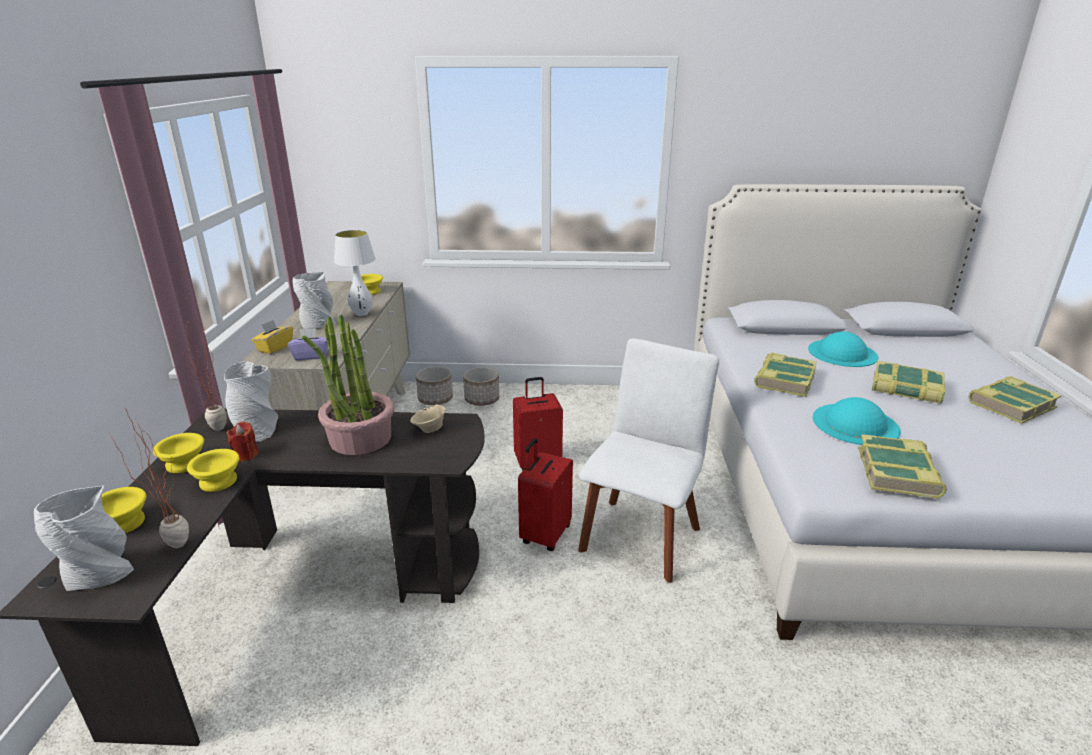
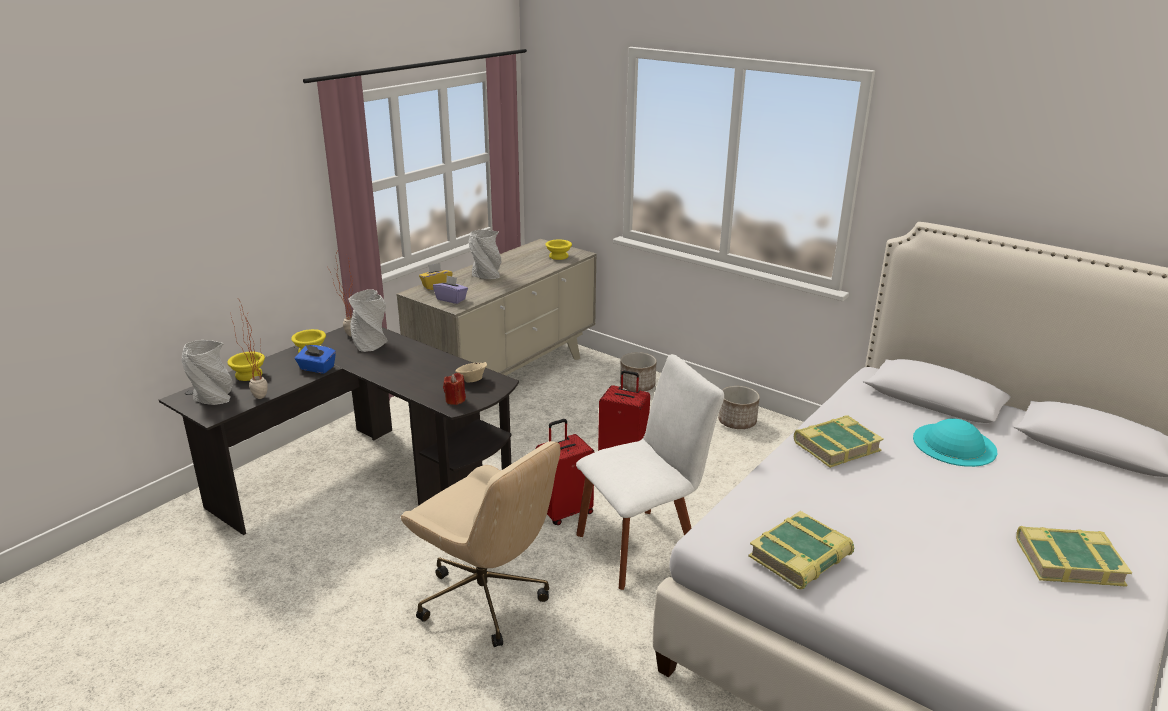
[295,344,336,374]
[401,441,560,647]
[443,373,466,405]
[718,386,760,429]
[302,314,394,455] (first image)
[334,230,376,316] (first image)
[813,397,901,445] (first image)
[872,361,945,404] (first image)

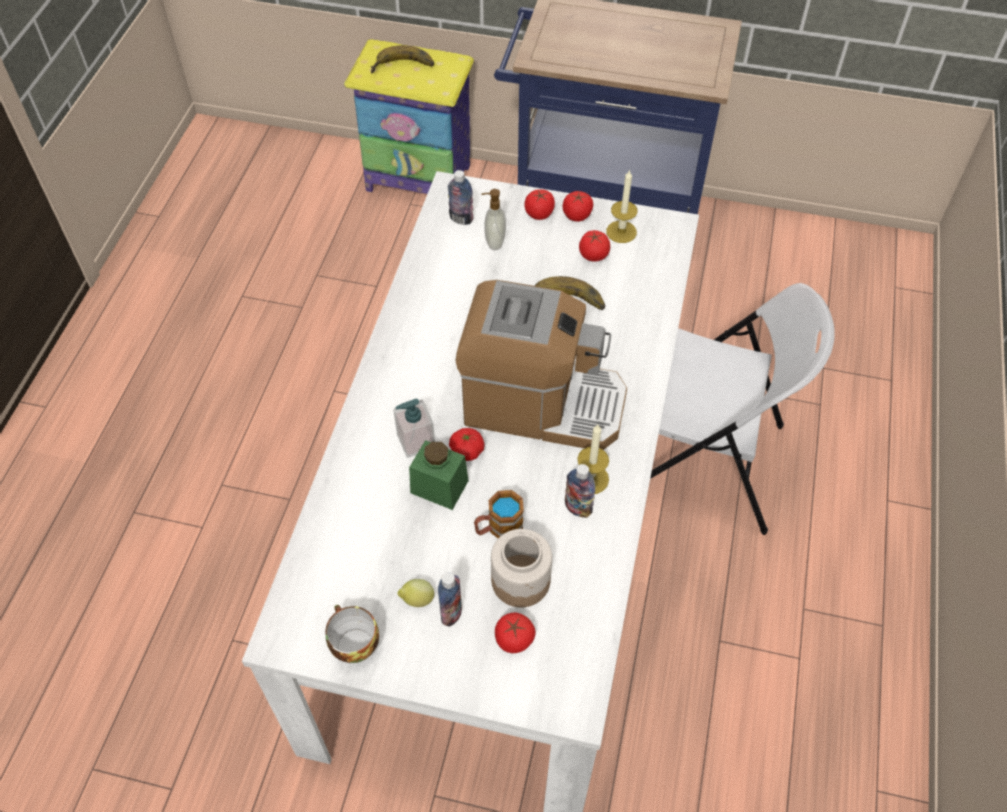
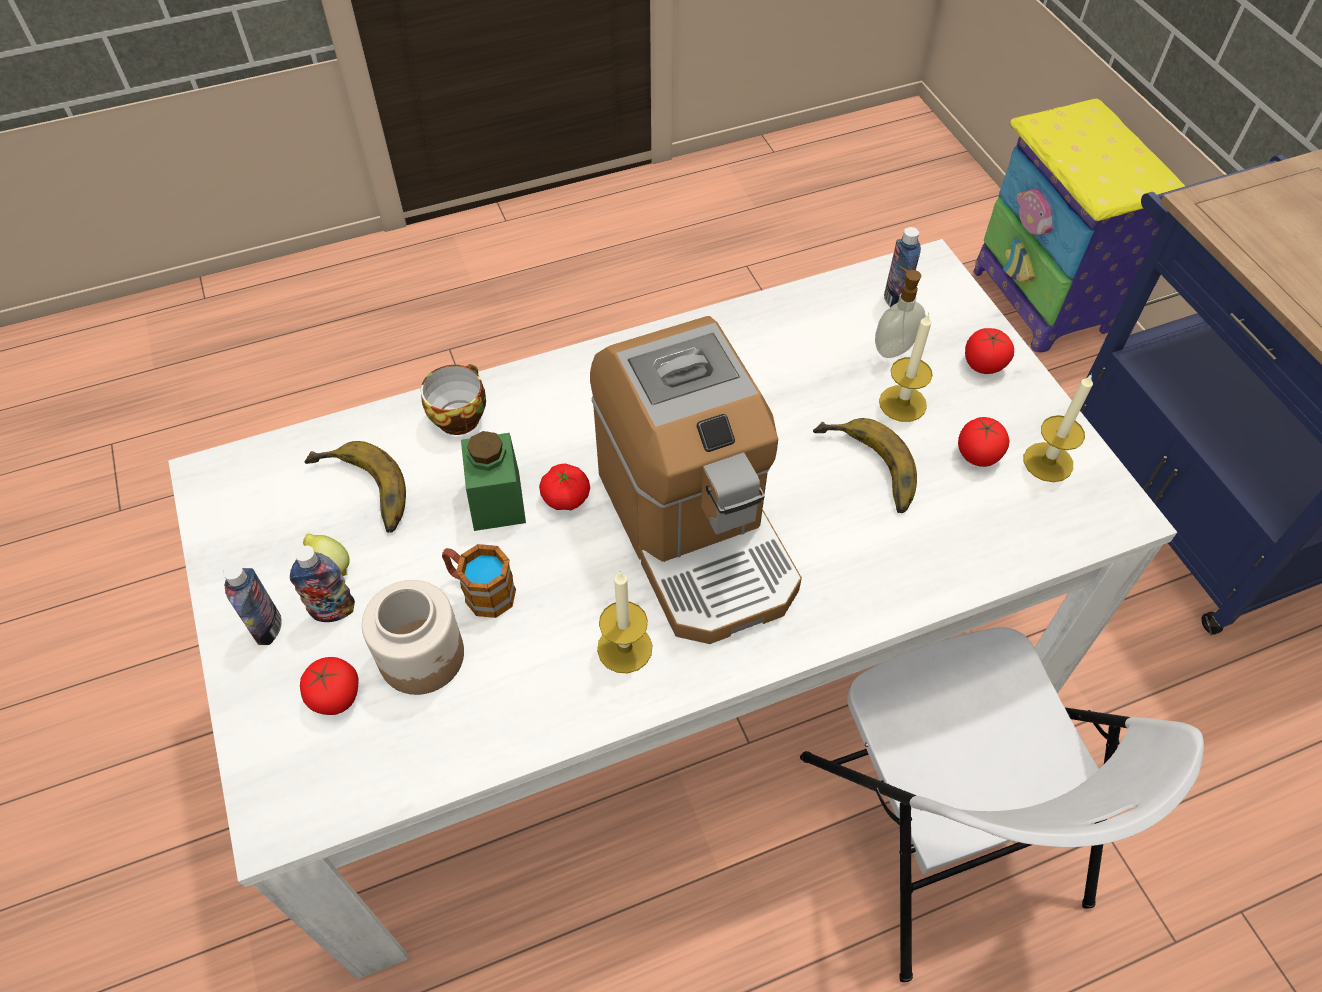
[223,563,282,645]
[305,441,406,533]
[421,364,486,435]
[879,313,933,422]
[393,399,435,458] (first image)
[563,191,593,222] (first image)

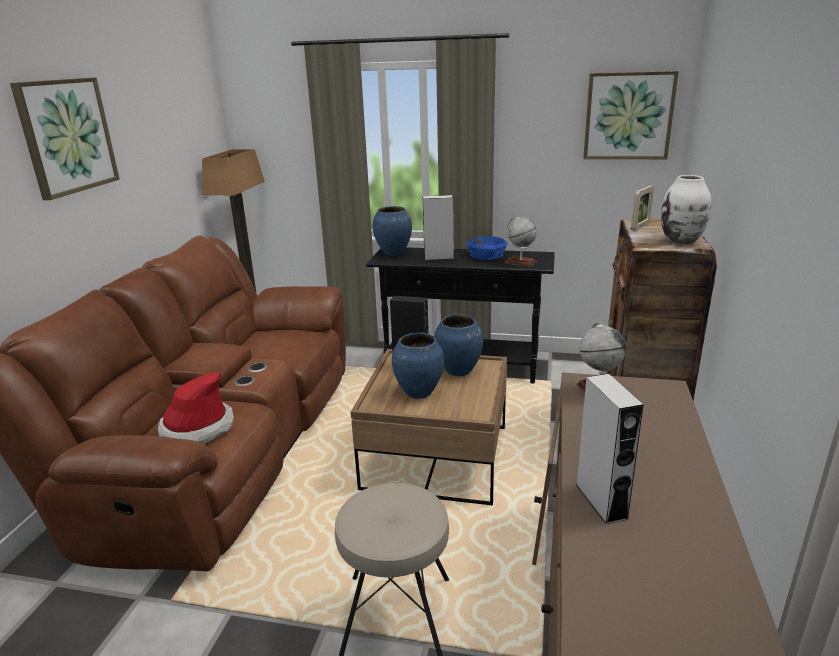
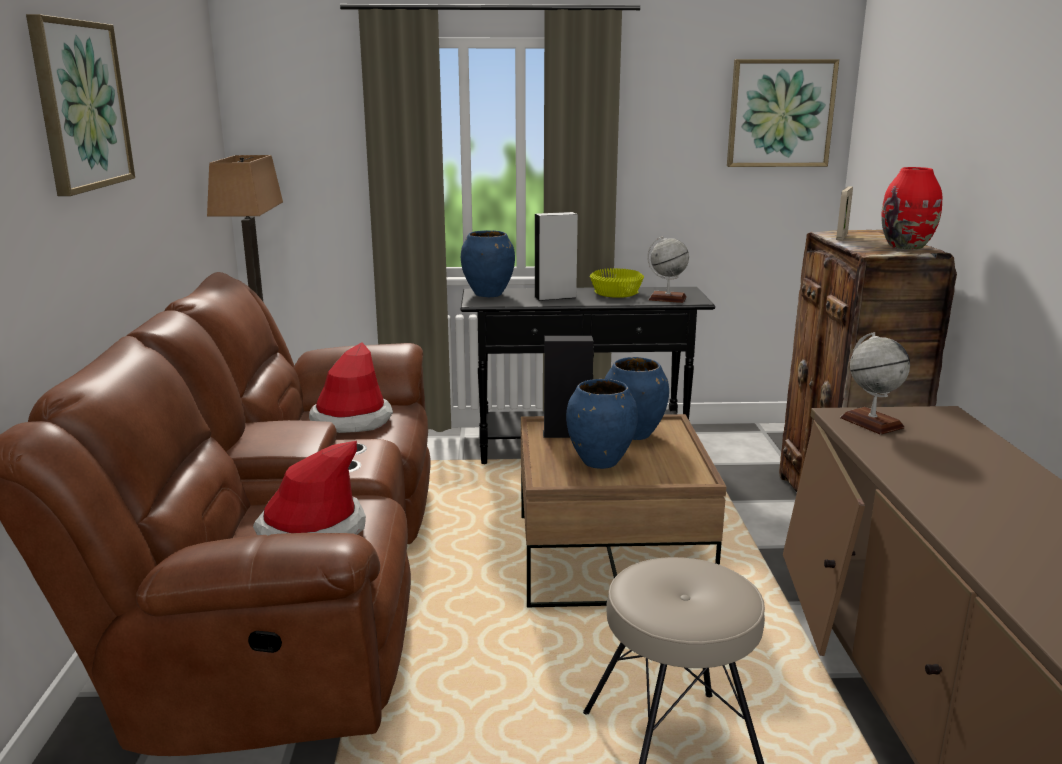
[309,342,393,433]
[590,268,644,298]
[881,167,942,250]
[576,374,644,524] (first image)

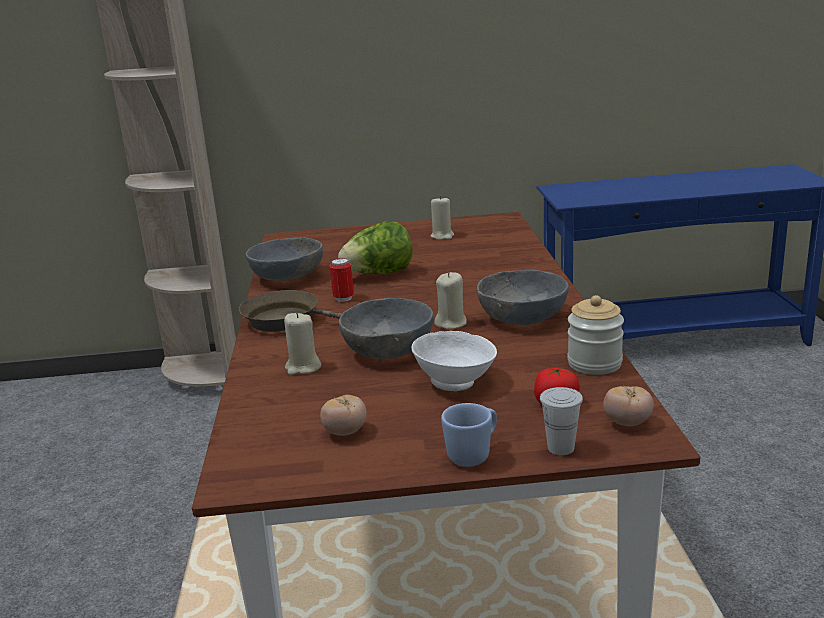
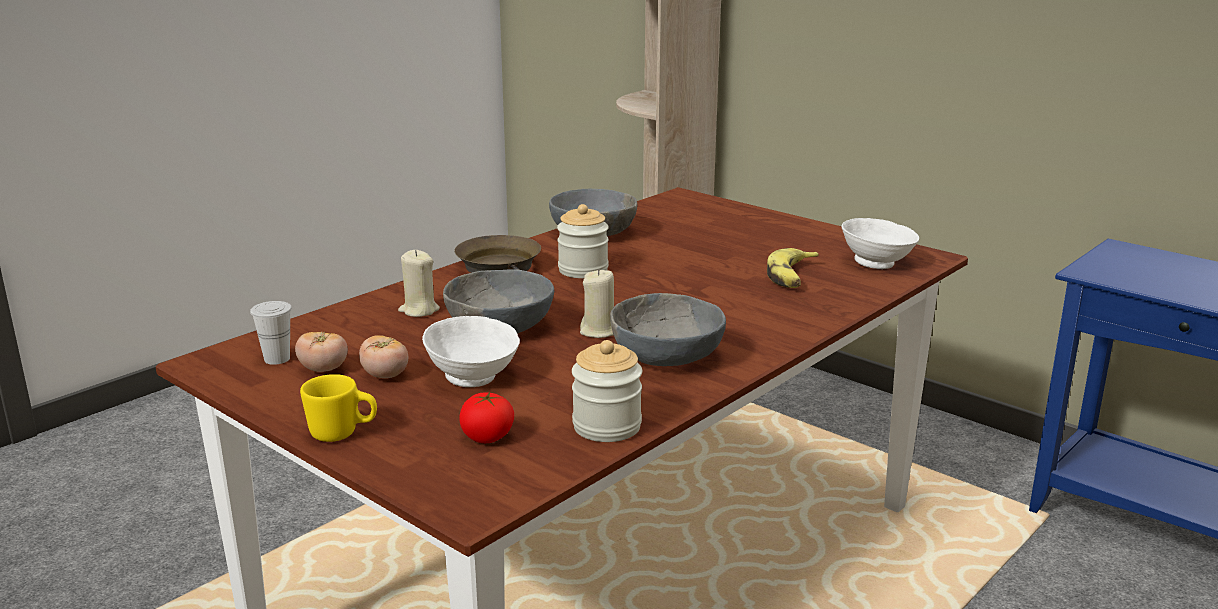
[250,301,292,365]
[300,374,377,442]
[359,335,408,378]
[557,204,609,278]
[767,248,819,288]
[842,218,919,269]
[338,221,413,274] (first image)
[431,196,454,240] (first image)

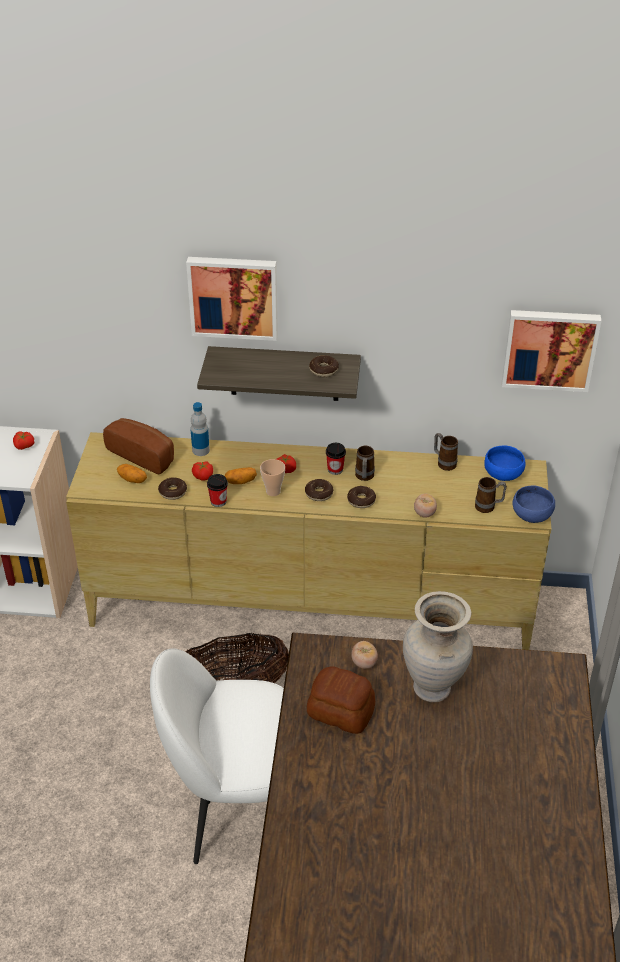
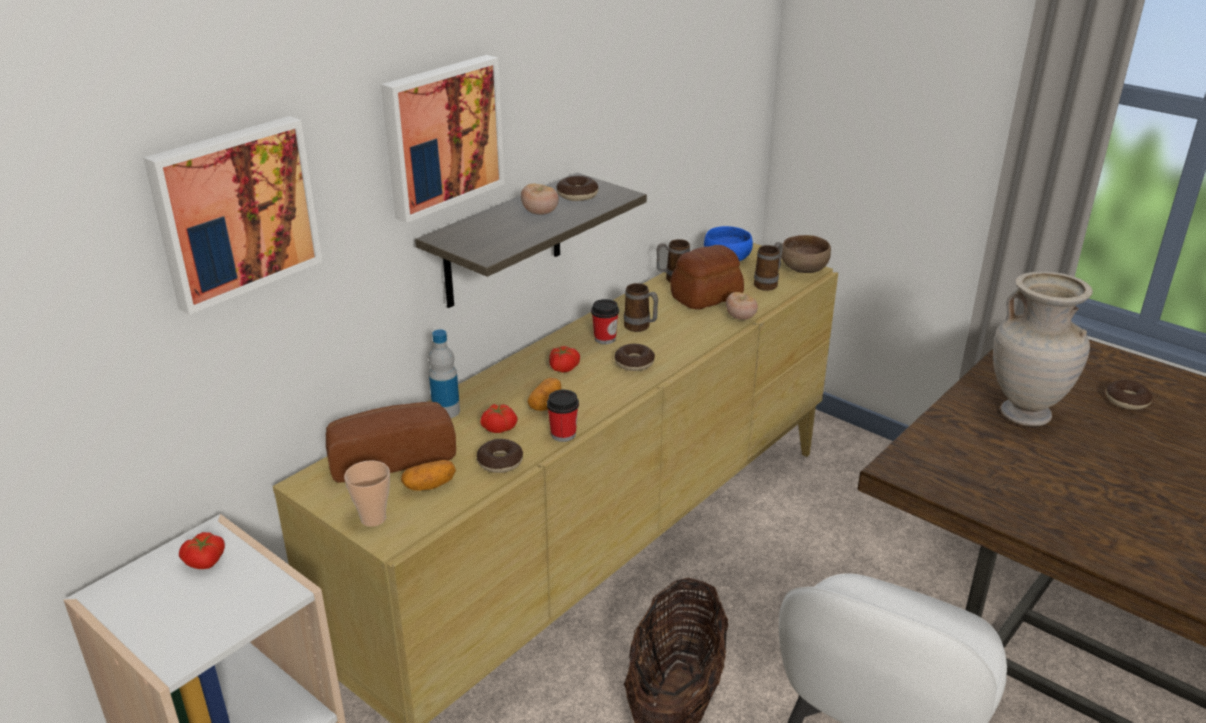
[143,116,322,315]
[344,460,390,527]
[521,184,559,215]
[670,245,744,309]
[781,235,831,273]
[1106,380,1153,410]

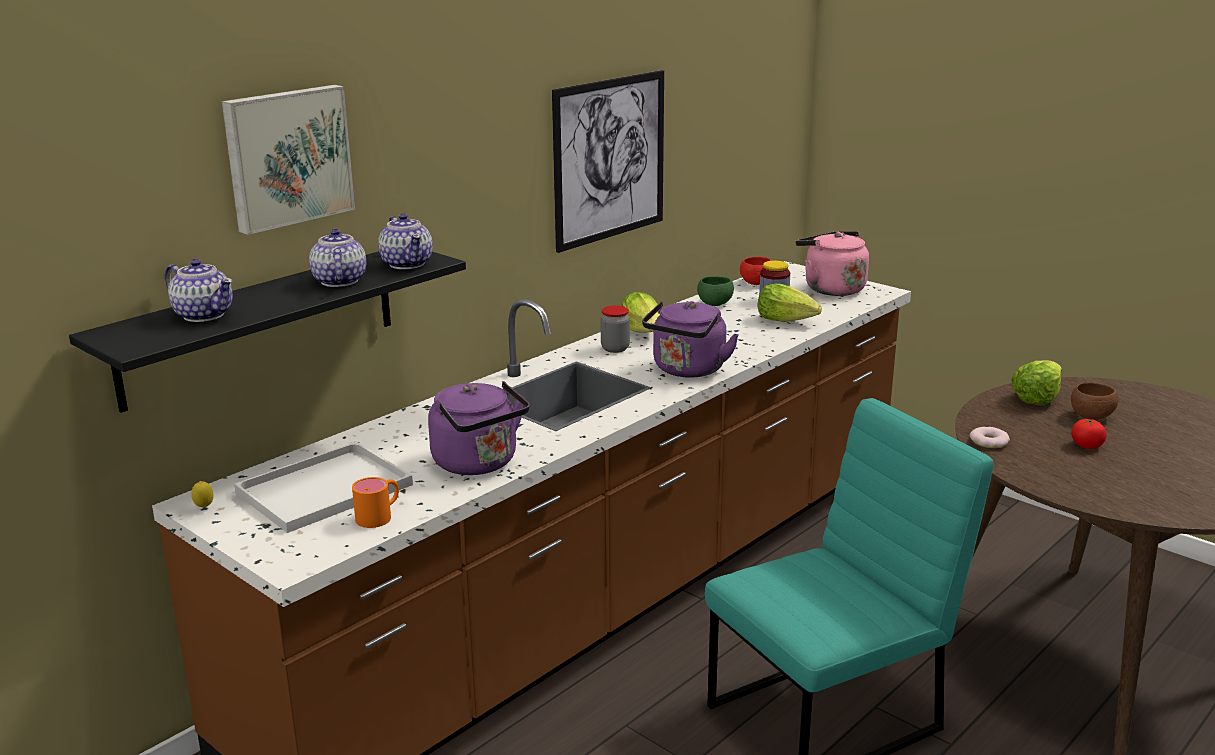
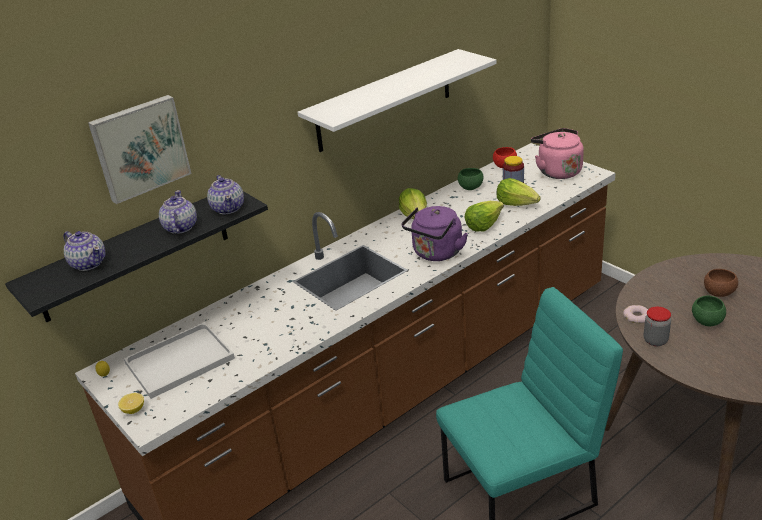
[118,393,144,414]
[298,49,497,152]
[464,201,504,231]
[644,307,671,346]
[692,296,726,326]
[352,477,399,528] (first image)
[428,381,530,475] (first image)

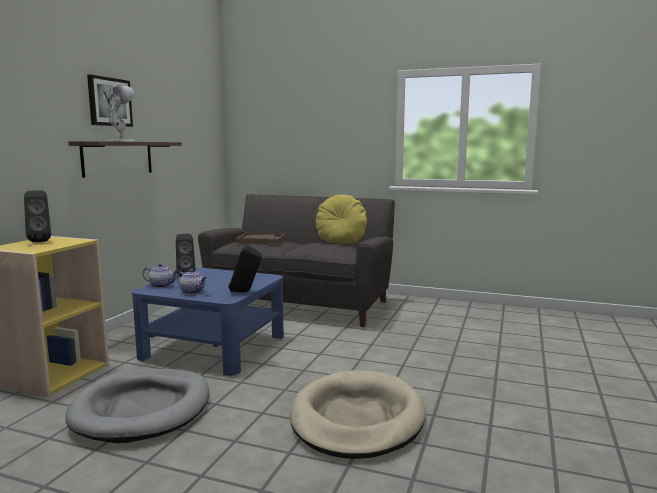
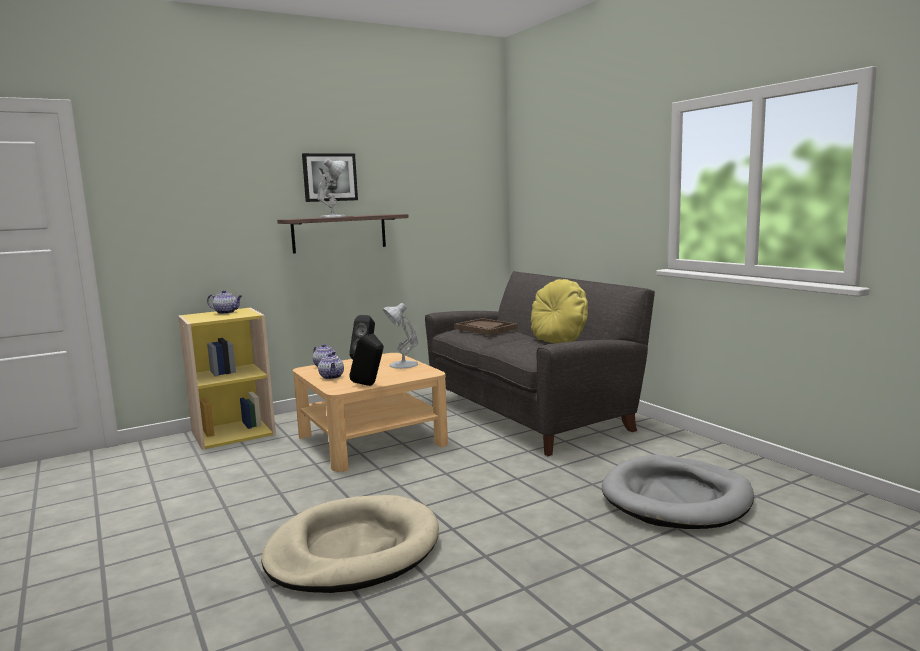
[207,290,242,314]
[293,353,448,472]
[383,303,418,369]
[602,454,754,529]

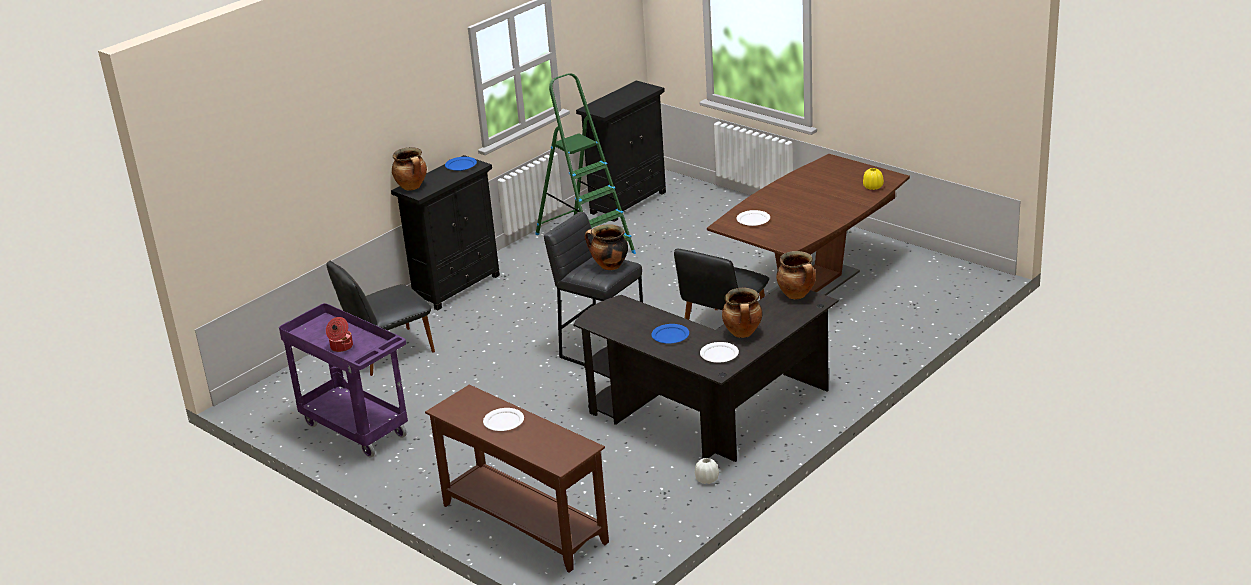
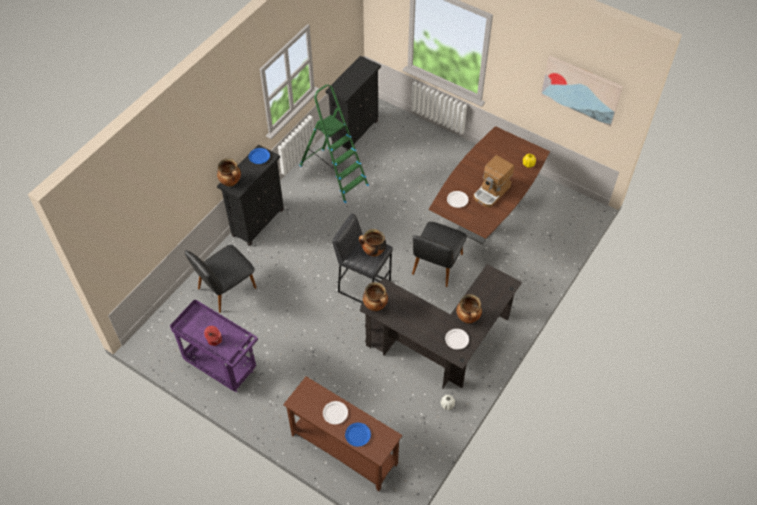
[345,423,371,447]
[363,282,388,311]
[473,155,514,207]
[541,56,623,127]

